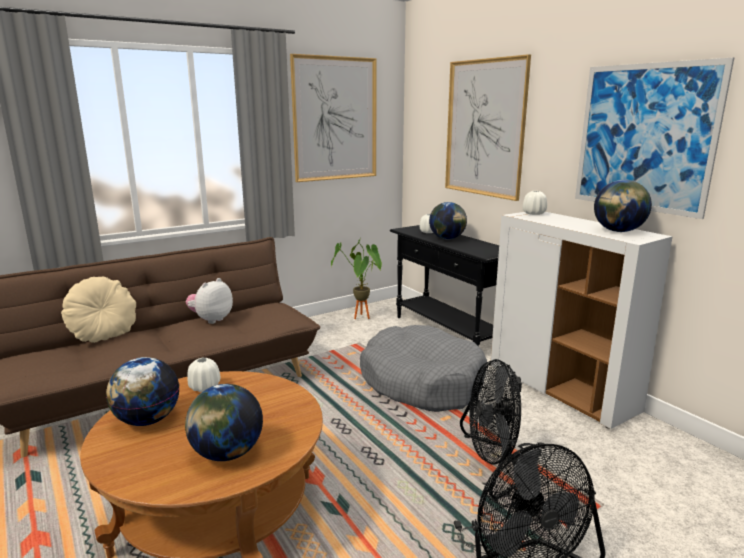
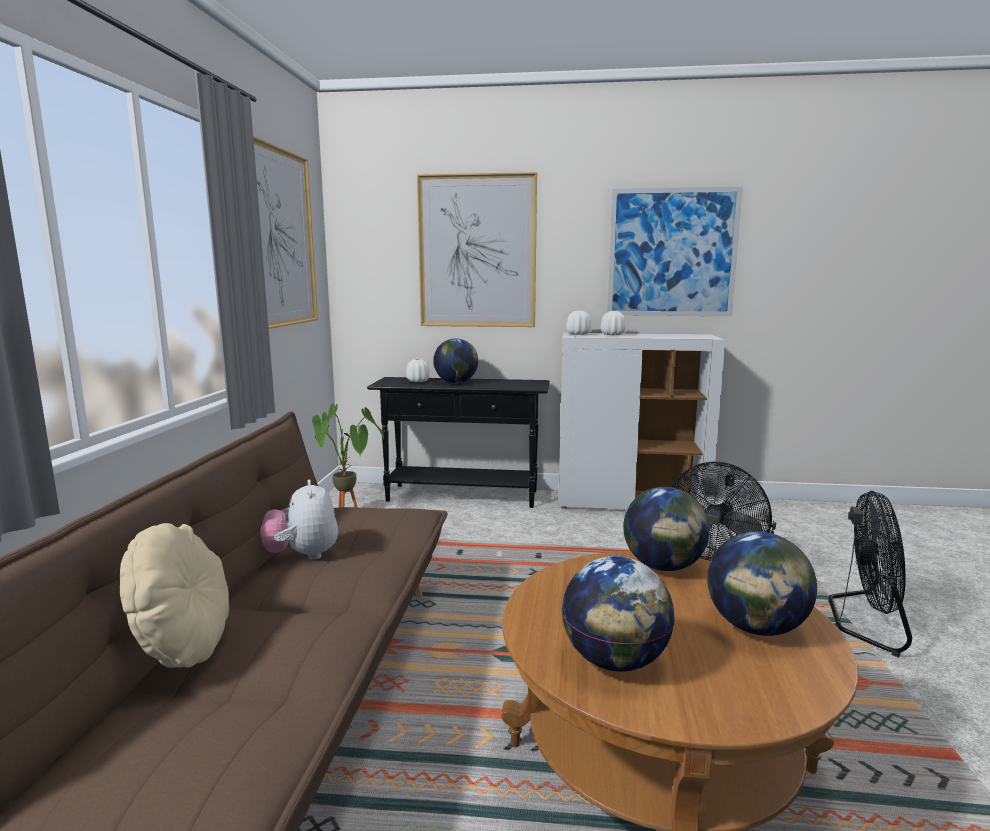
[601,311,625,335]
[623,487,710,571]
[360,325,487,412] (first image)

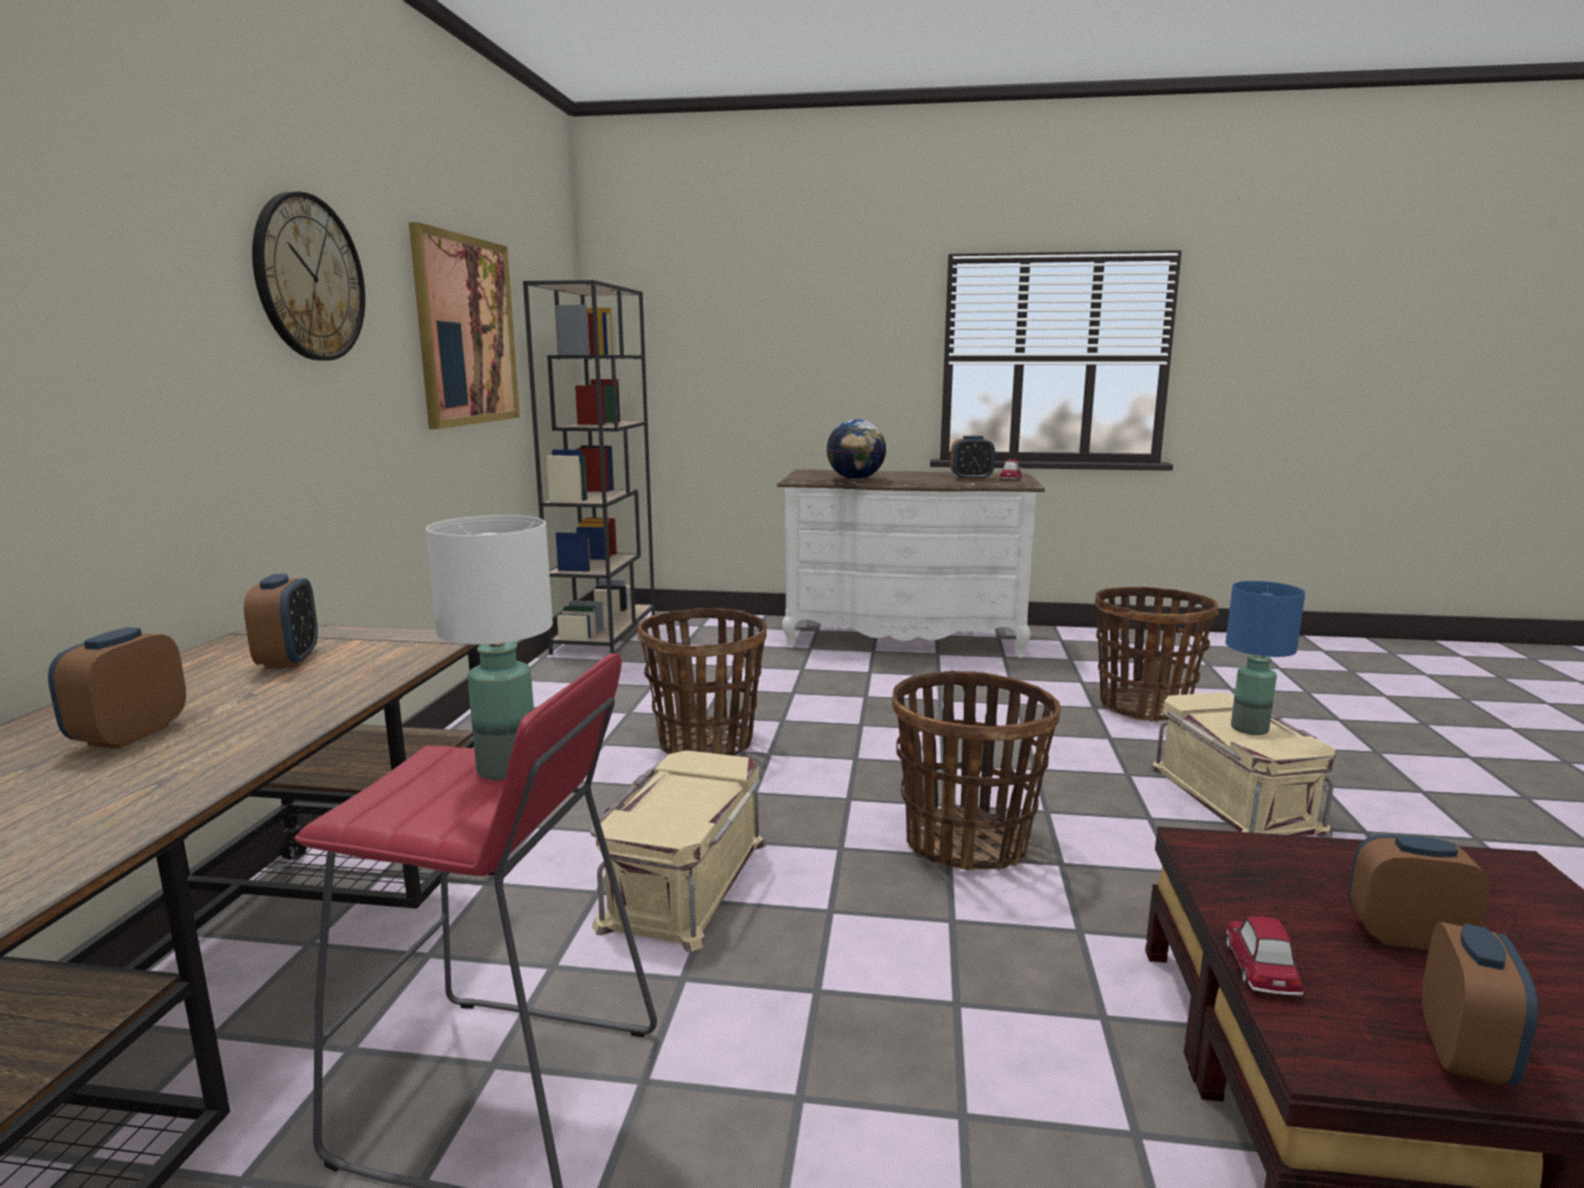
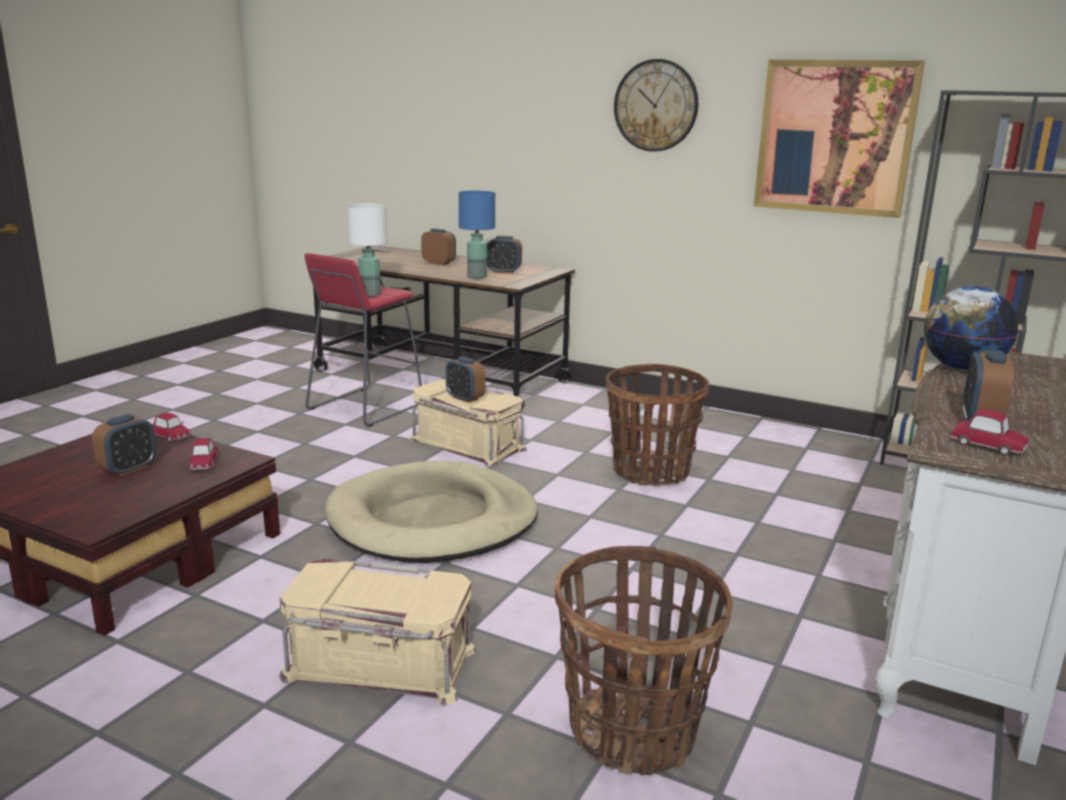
[189,438,219,470]
[325,461,538,563]
[446,356,485,403]
[459,191,495,279]

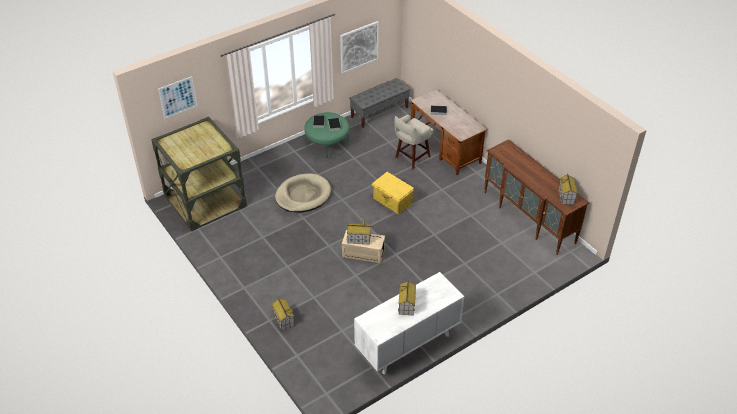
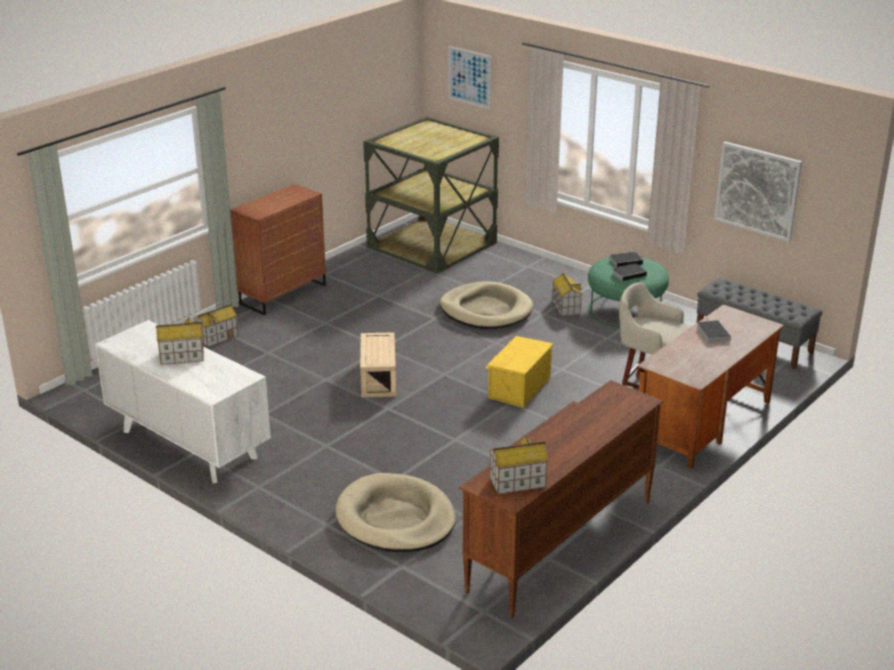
[230,184,326,315]
[336,473,456,552]
[552,273,583,316]

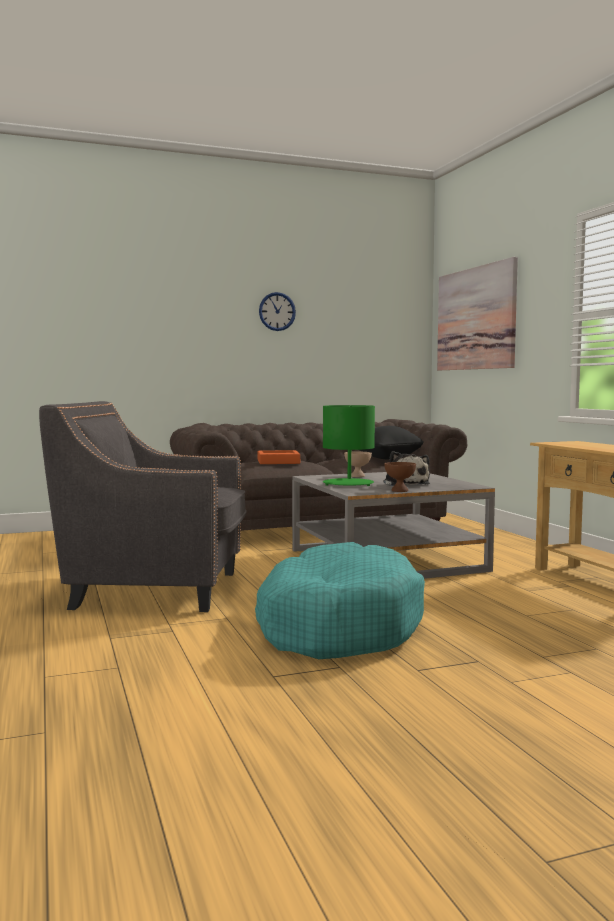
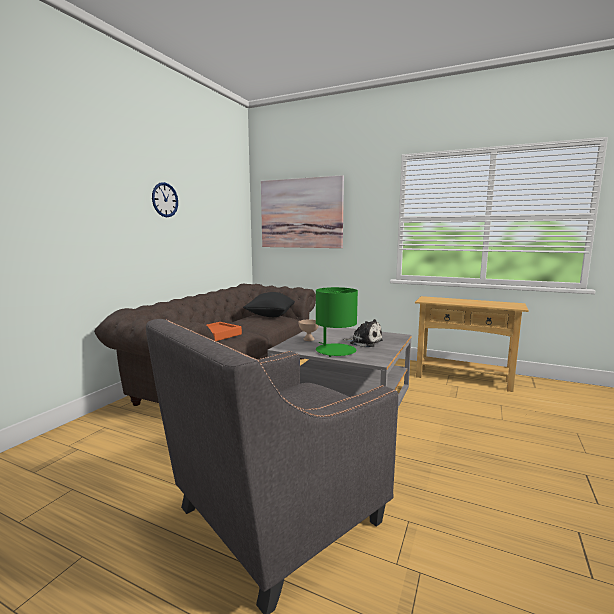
[255,542,425,659] (first image)
[384,462,416,492] (first image)

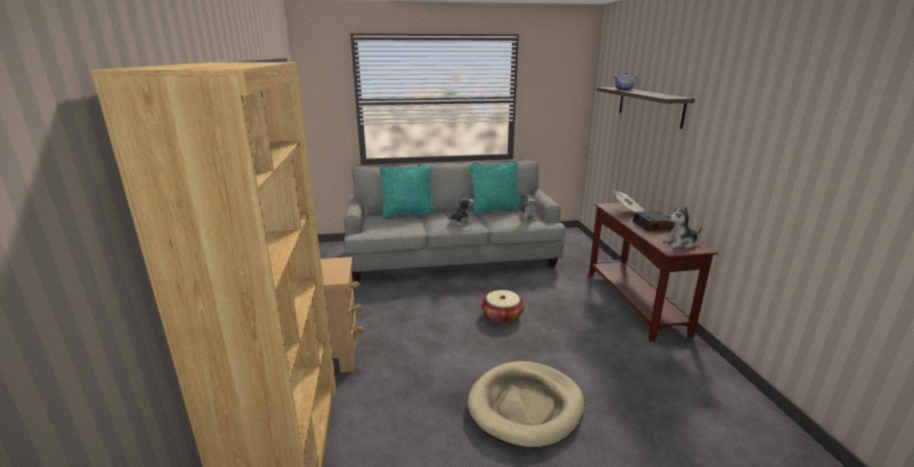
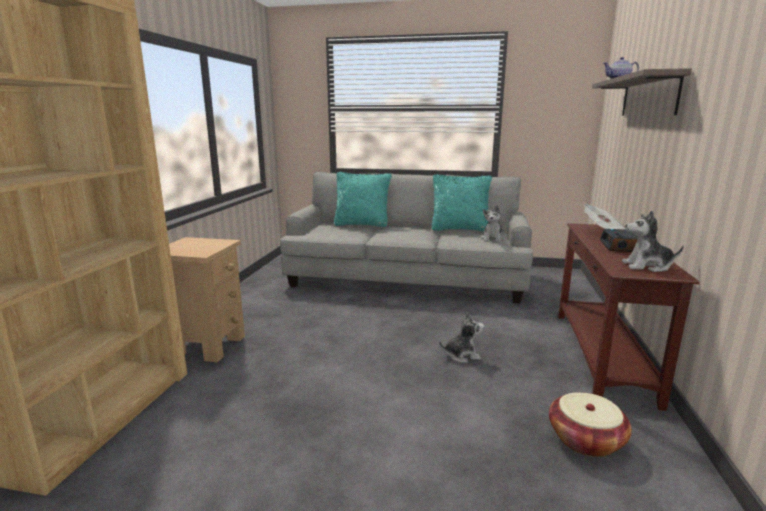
[439,312,484,363]
[549,392,632,457]
[467,361,584,449] (first image)

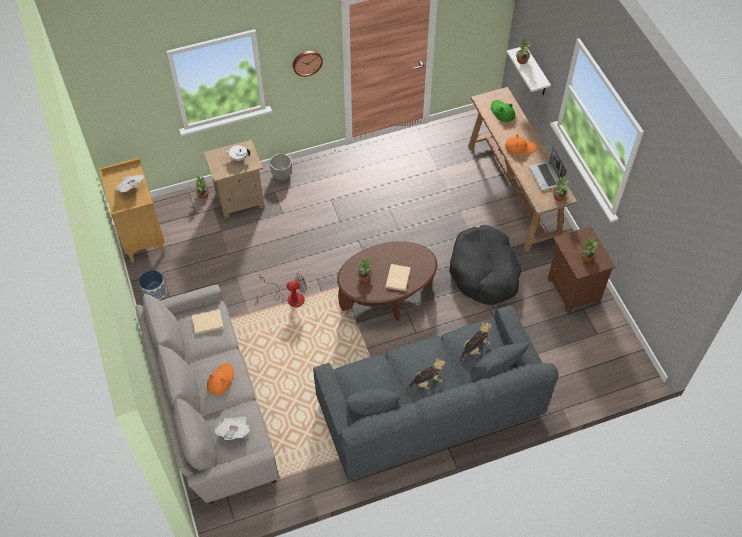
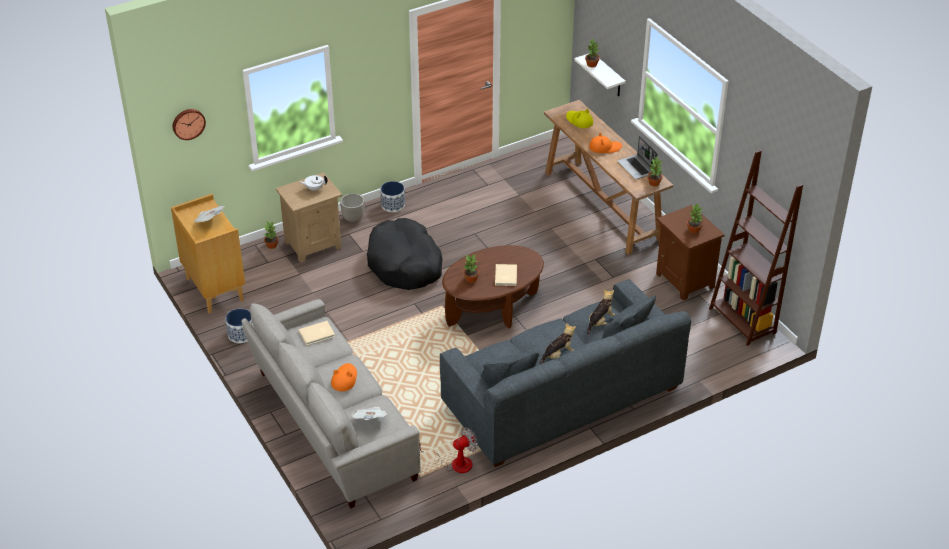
[172,109,206,140]
[367,218,443,290]
[380,181,405,212]
[420,427,478,473]
[566,109,593,128]
[709,150,803,346]

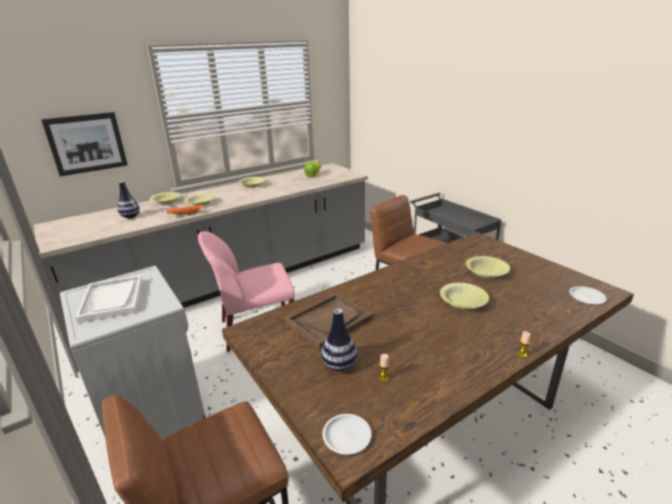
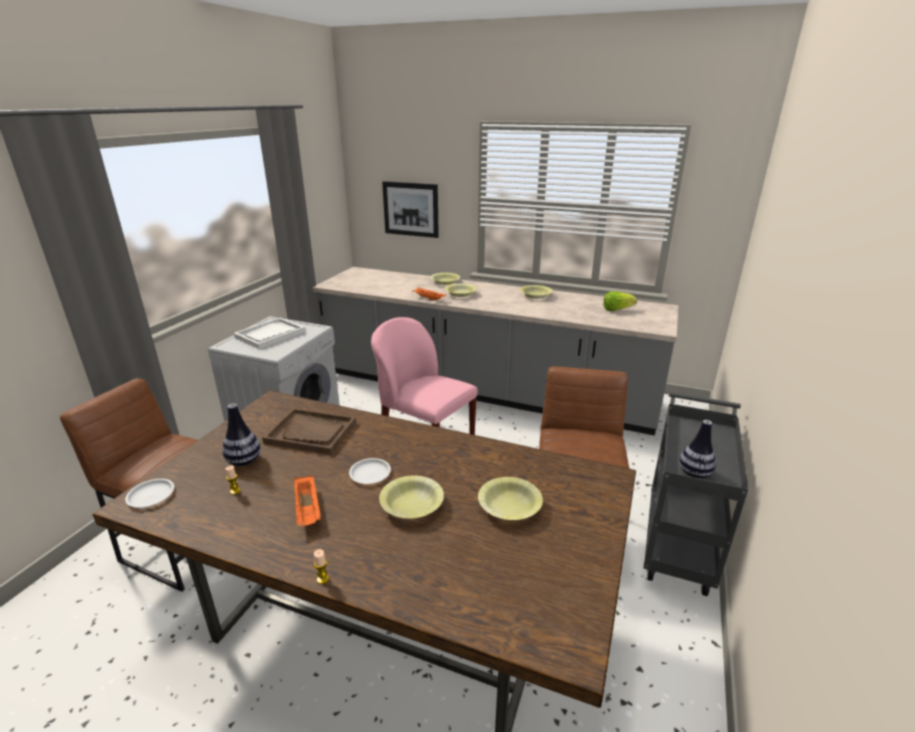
[294,475,321,526]
[349,458,391,484]
[679,420,716,479]

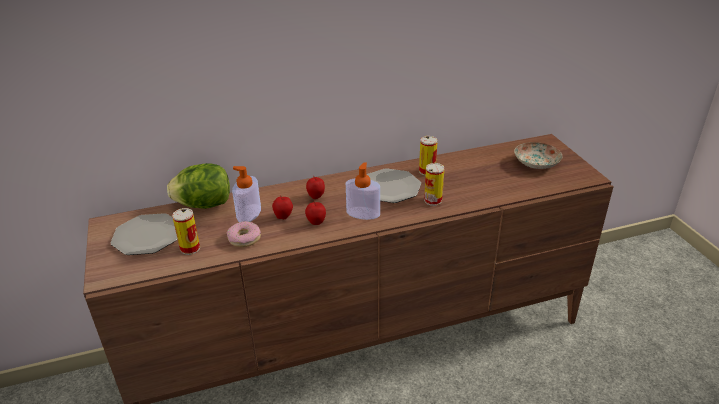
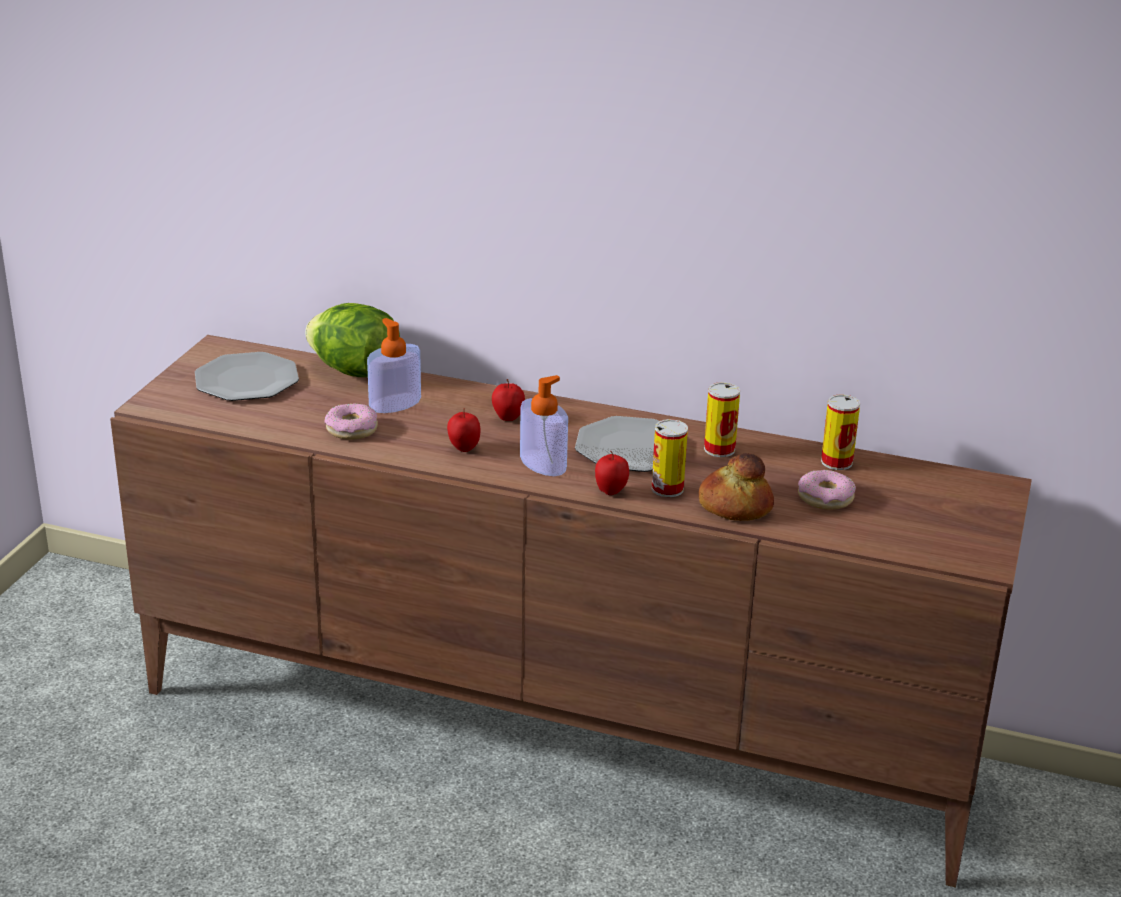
[595,451,629,495]
[699,453,774,521]
[798,470,856,510]
[821,395,860,470]
[514,142,562,169] (first image)

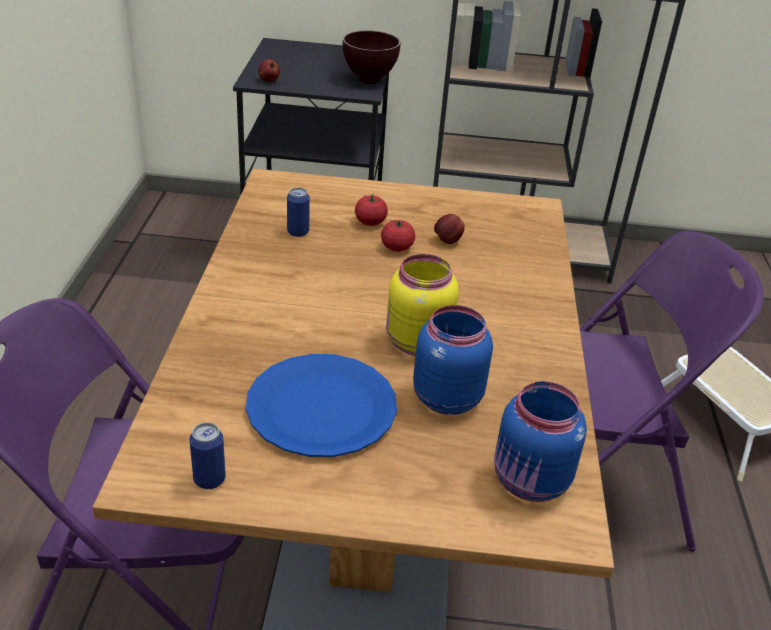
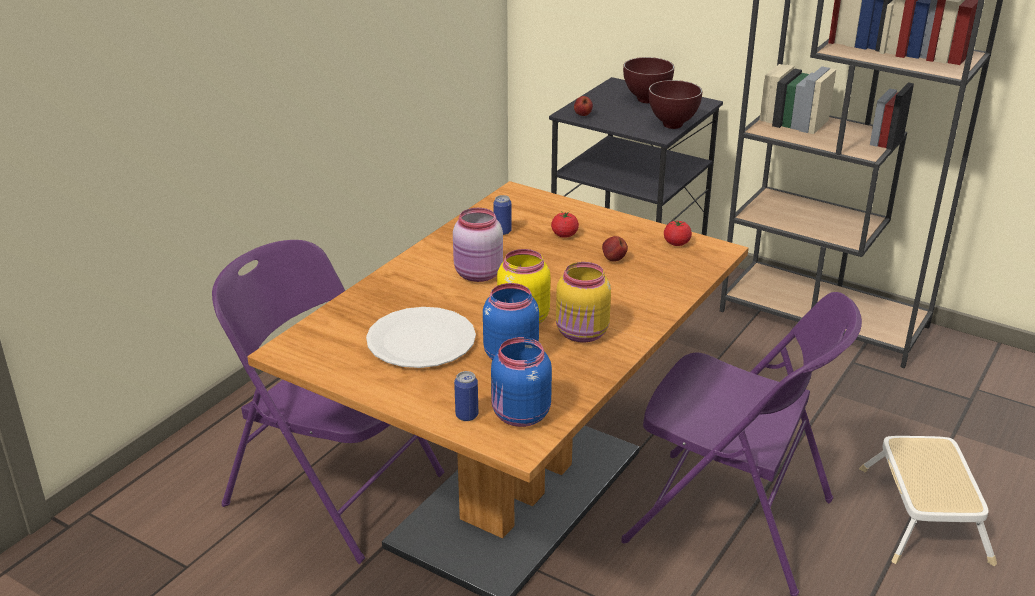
[366,307,476,368]
[453,208,503,282]
[454,371,478,421]
[556,262,611,342]
[623,57,674,103]
[664,220,692,246]

